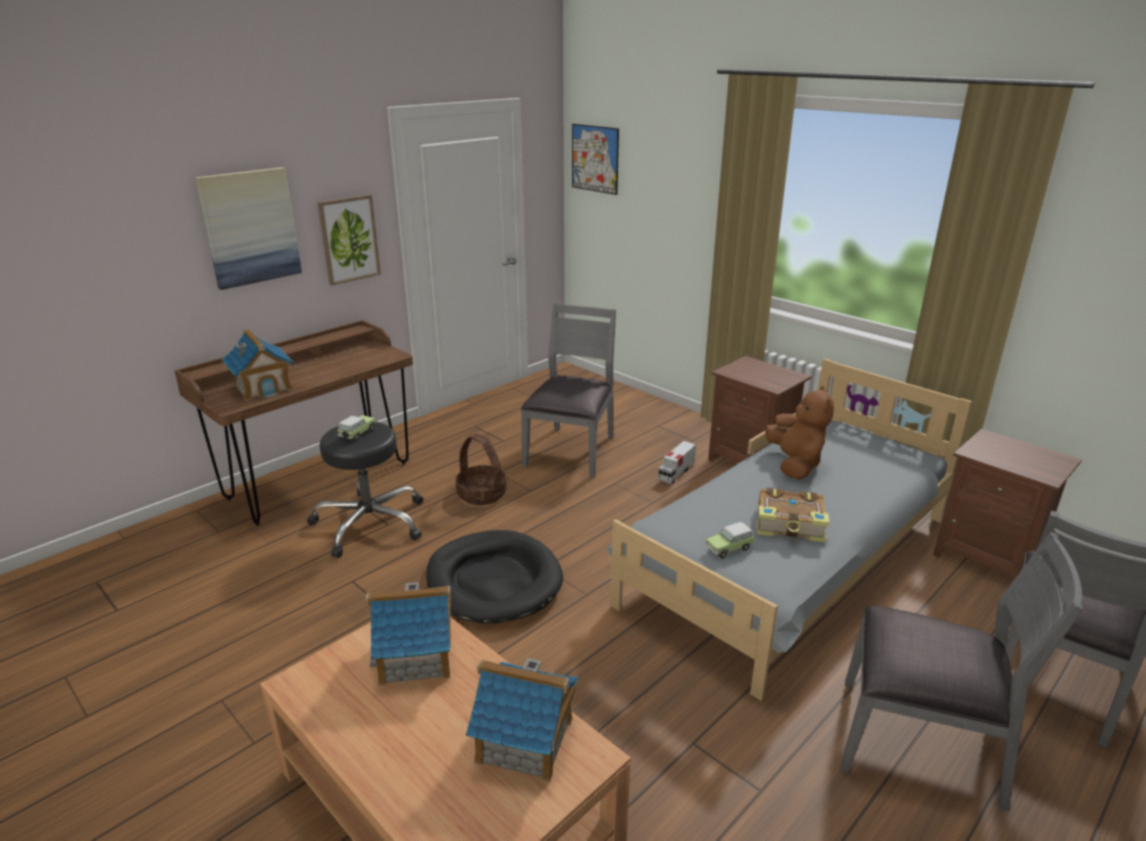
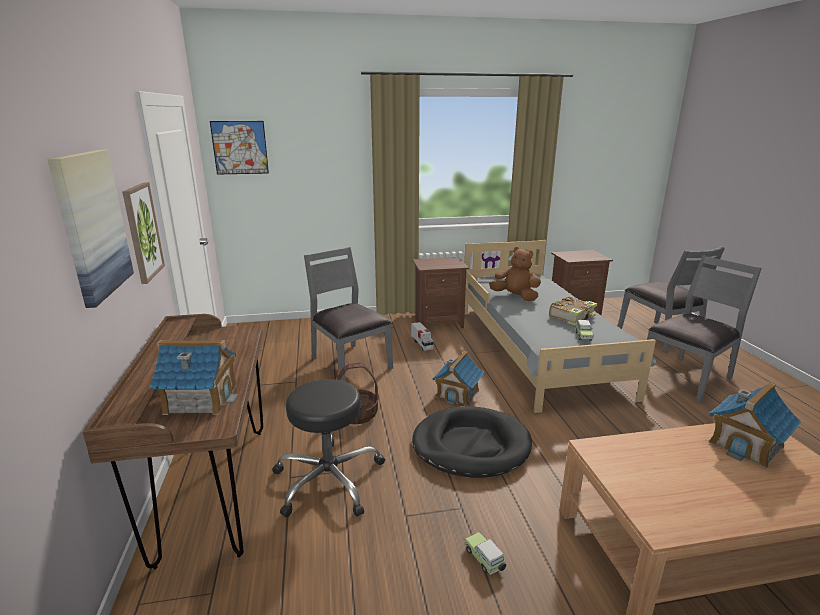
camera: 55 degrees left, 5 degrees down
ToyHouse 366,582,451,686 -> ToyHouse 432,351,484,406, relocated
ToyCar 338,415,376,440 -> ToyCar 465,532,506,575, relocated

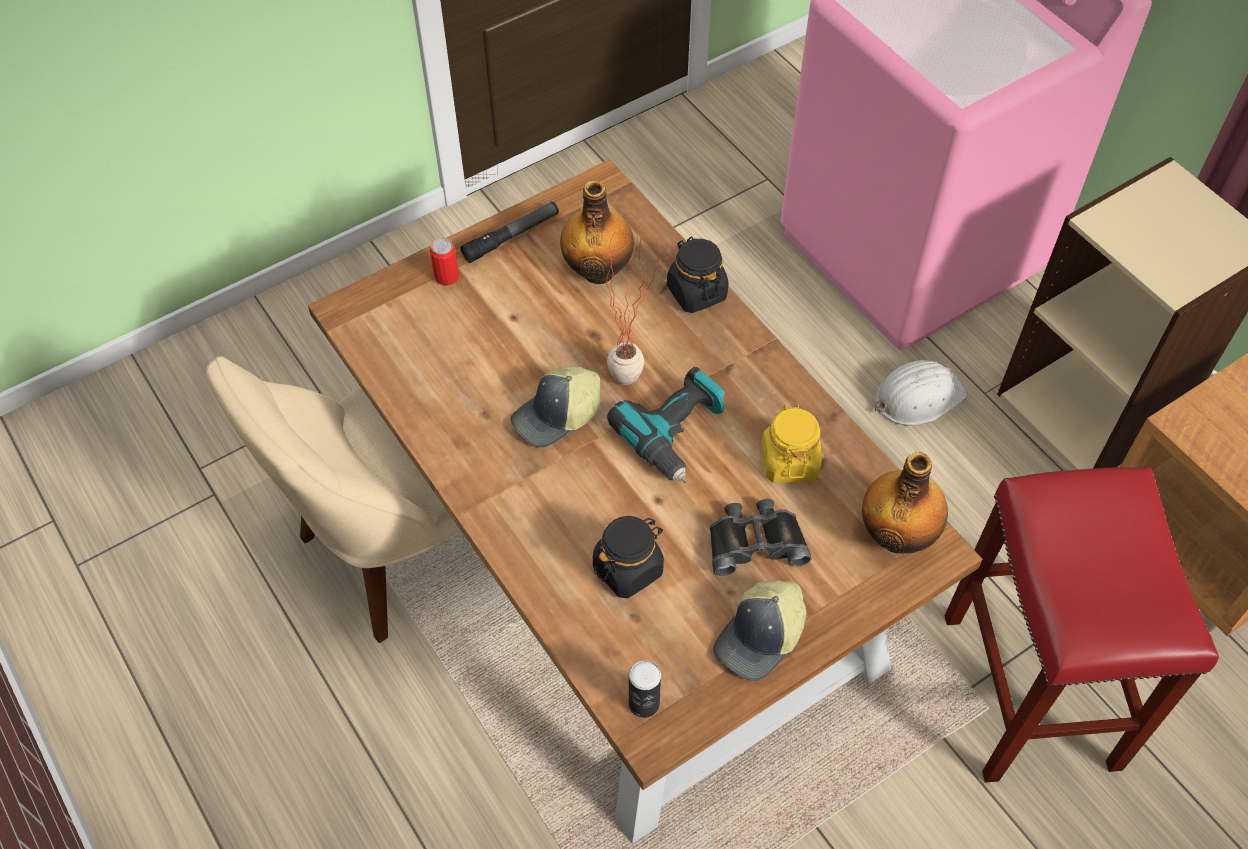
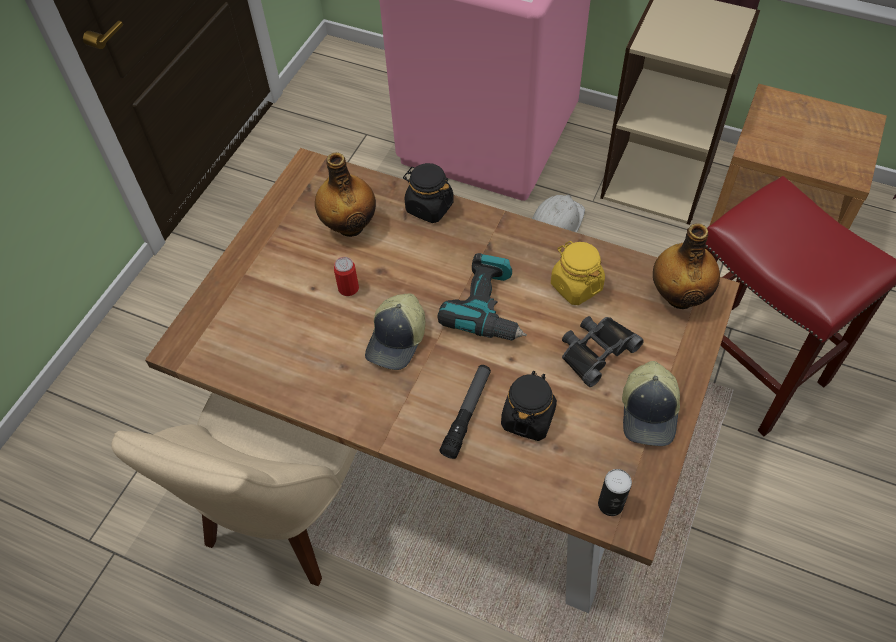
camera: 30 degrees left, 0 degrees up
Can 430,238,459,285 -> Can 334,257,359,296, relocated
Flashlight 461,202,559,263 -> Flashlight 439,365,491,459, relocated
PottedPlant 605,216,664,385 -> none

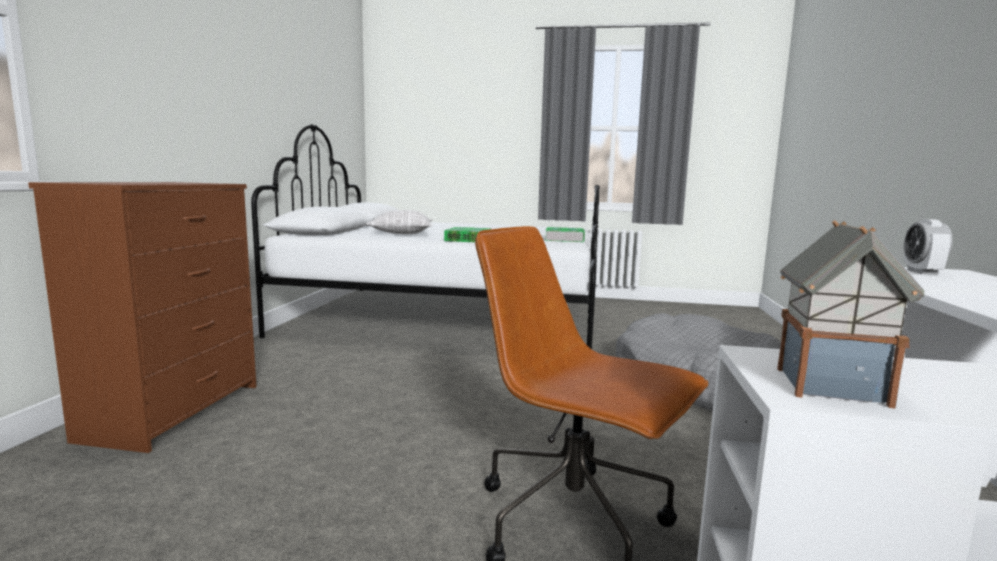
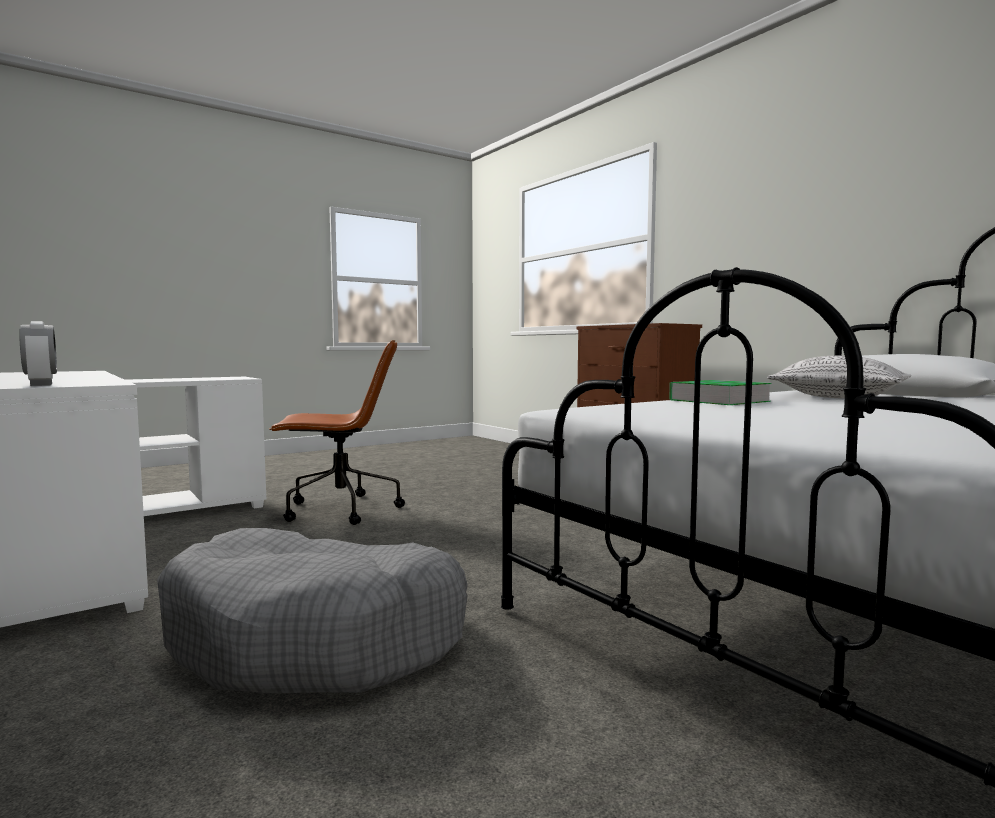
camera: 135 degrees right, 5 degrees down
Book 545,227,585,242 -> none
ToyHouse 777,220,924,409 -> none

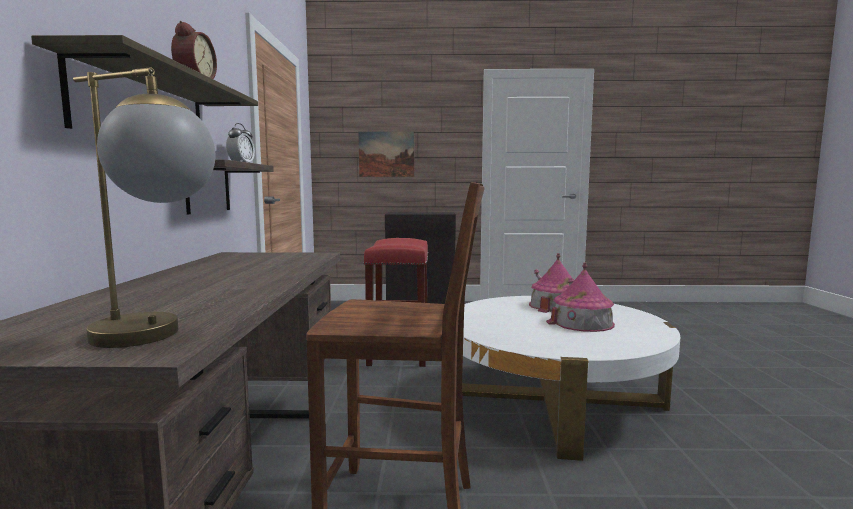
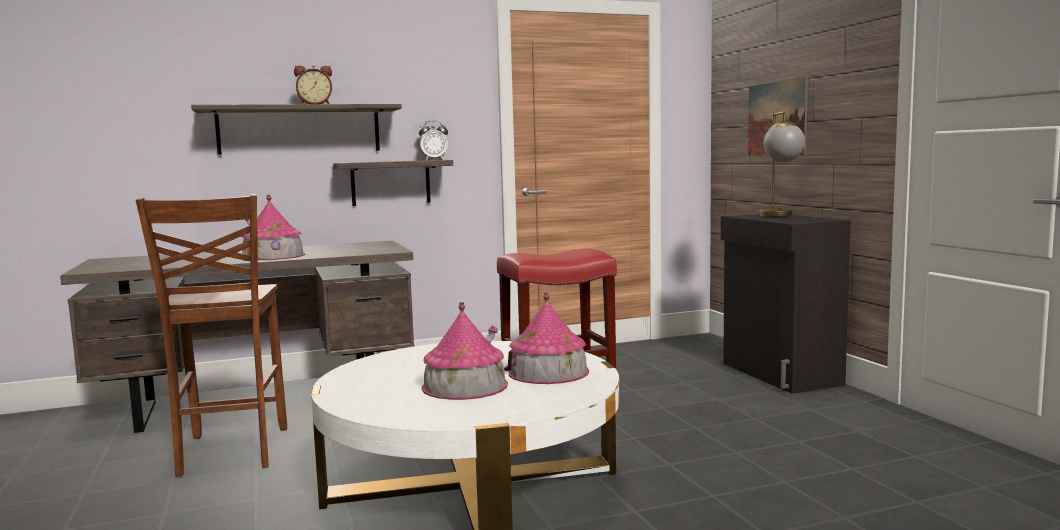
camera: 70 degrees right, 0 degrees up
none -> ToyHouse 241,195,305,261
TableLamp 73,67,215,348 -> TableLamp 760,111,805,217, relocated

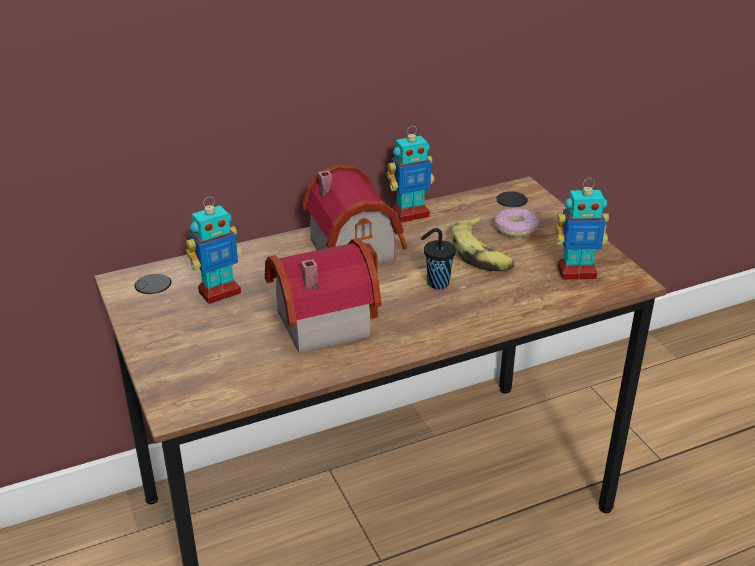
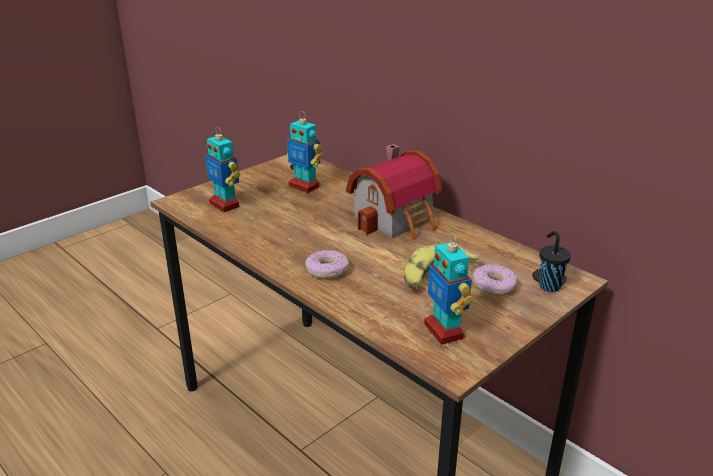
camera: 70 degrees right, 5 degrees down
ToyRobot 386,126,434,223 -> ToyRobot 205,126,240,212, relocated
none -> Donut 305,250,349,279
BlackCup 421,228,456,289 -> BlackCup 539,231,571,292, relocated
ToyHouse 265,238,381,354 -> none

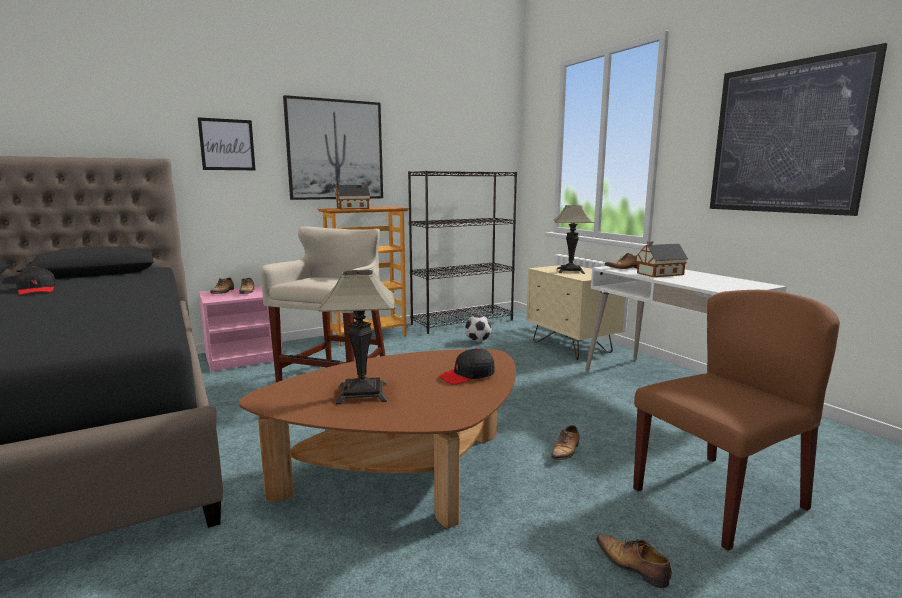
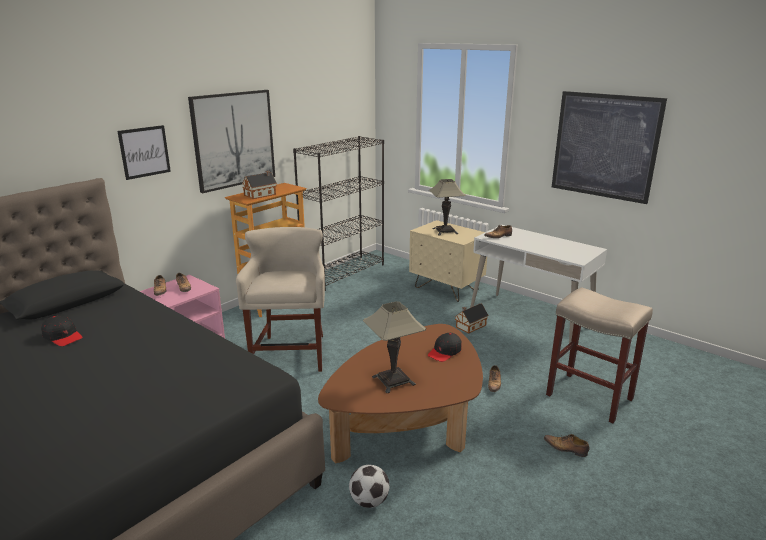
camera: 20 degrees left, 10 degrees up
Football 465,315,492,342 -> Football 349,465,390,508, relocated
ToyHouse 636,241,688,277 -> ToyHouse 455,303,489,333, relocated
BrownChair 633,290,840,551 -> BeigeStool 546,287,653,423

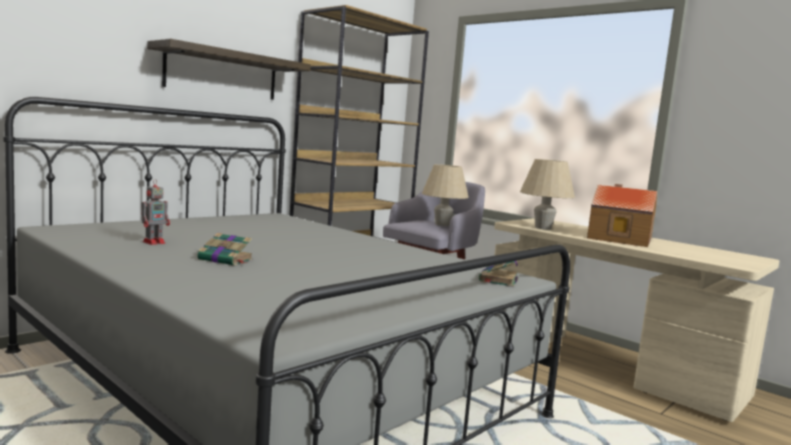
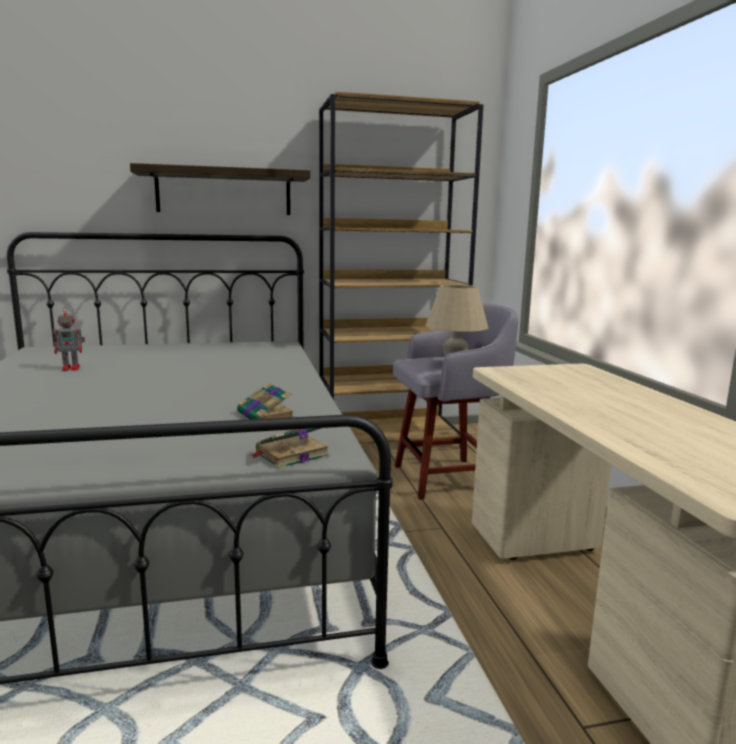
camera: 35 degrees right, 5 degrees up
Book 197,233,253,266 -> Book 237,383,294,419, relocated
BeigeTableLamp 520,159,575,230 -> none
ToyHouse 587,184,657,247 -> none

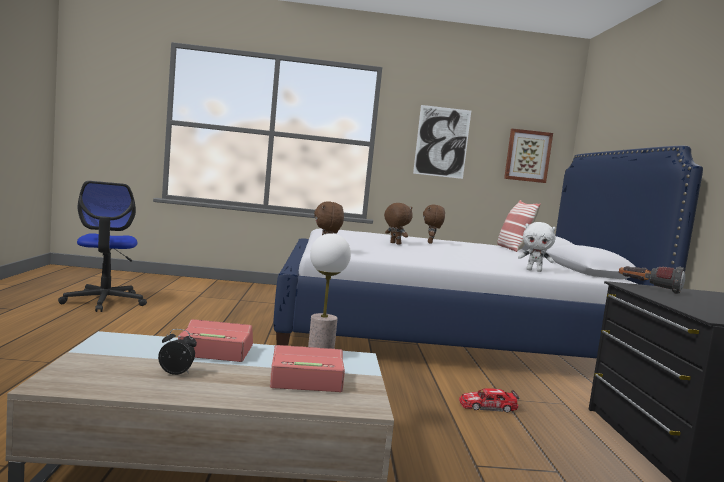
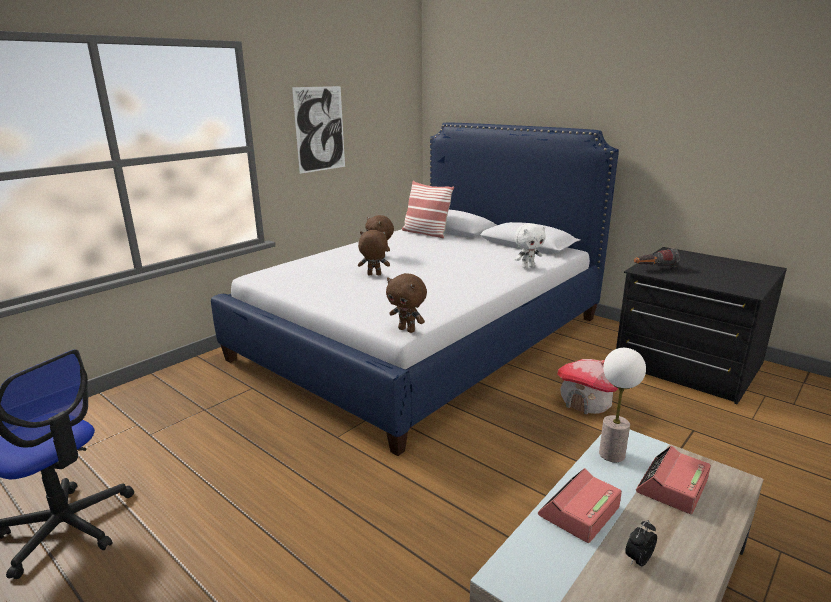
camera: 45 degrees left, 15 degrees up
ToyCar 459,388,519,413 -> ToyHouse 557,359,618,415
Picture 504,128,553,183 -> none

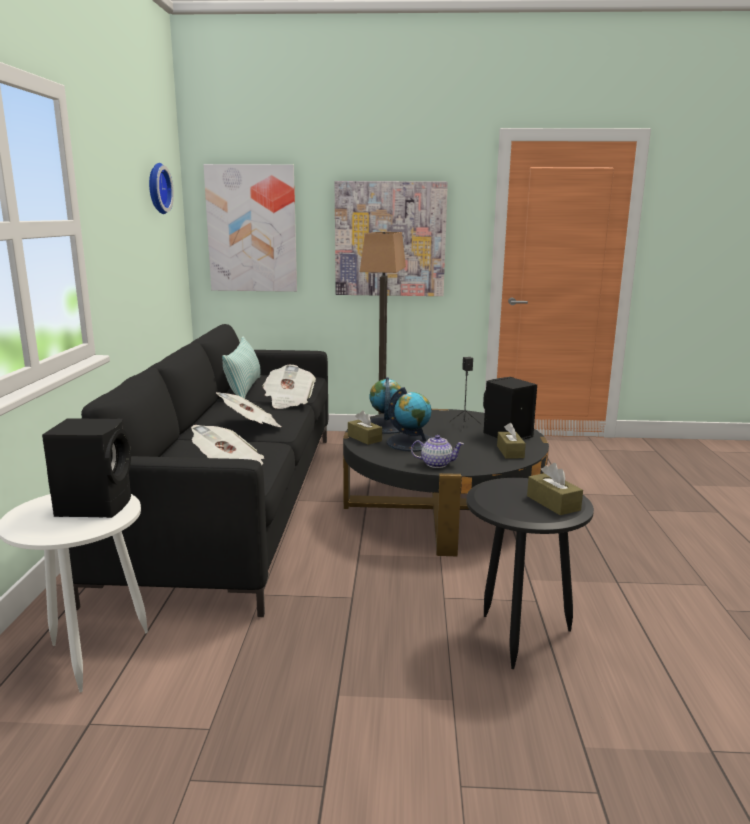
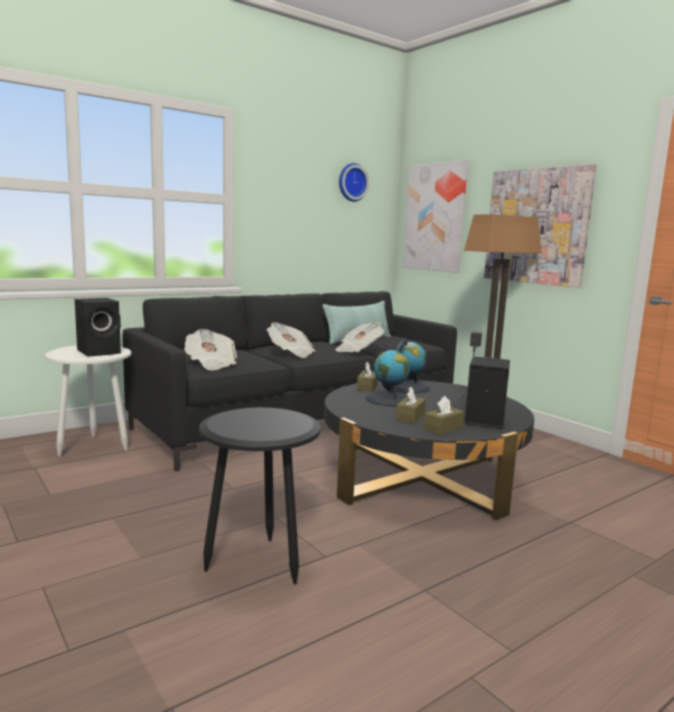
camera: 50 degrees right, 5 degrees down
BrownTissueBox 527,463,583,515 -> BrownTissueBox 396,387,426,423, relocated
Teapot 411,435,464,468 -> none

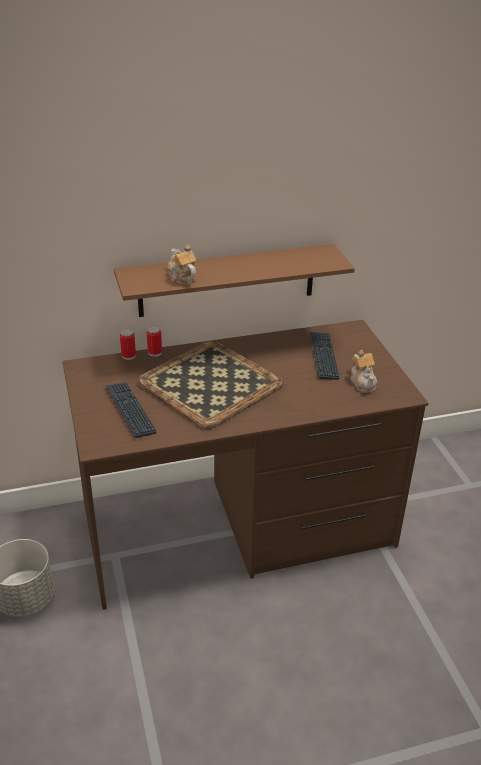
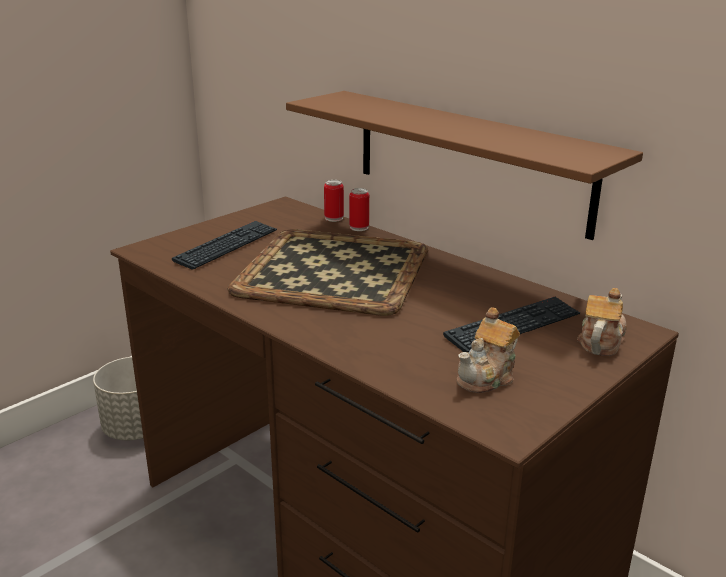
camera: 60 degrees right, 10 degrees down
Teapot 168,245,197,285 -> Teapot 577,288,627,356, relocated

